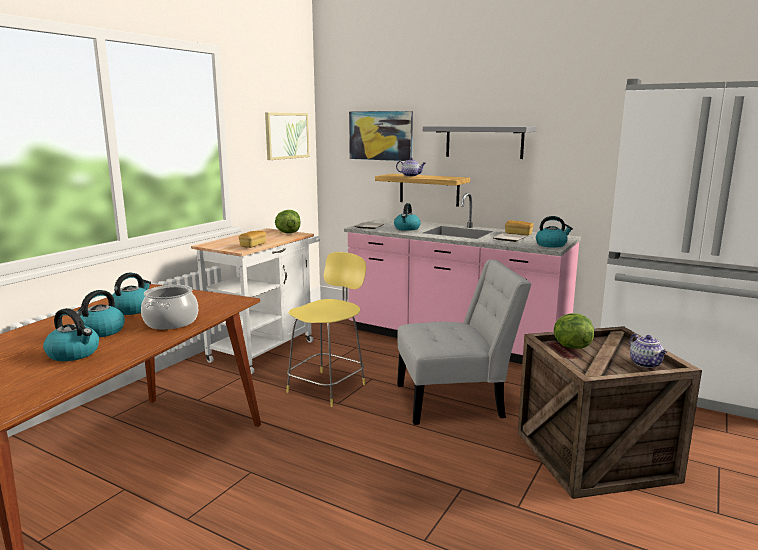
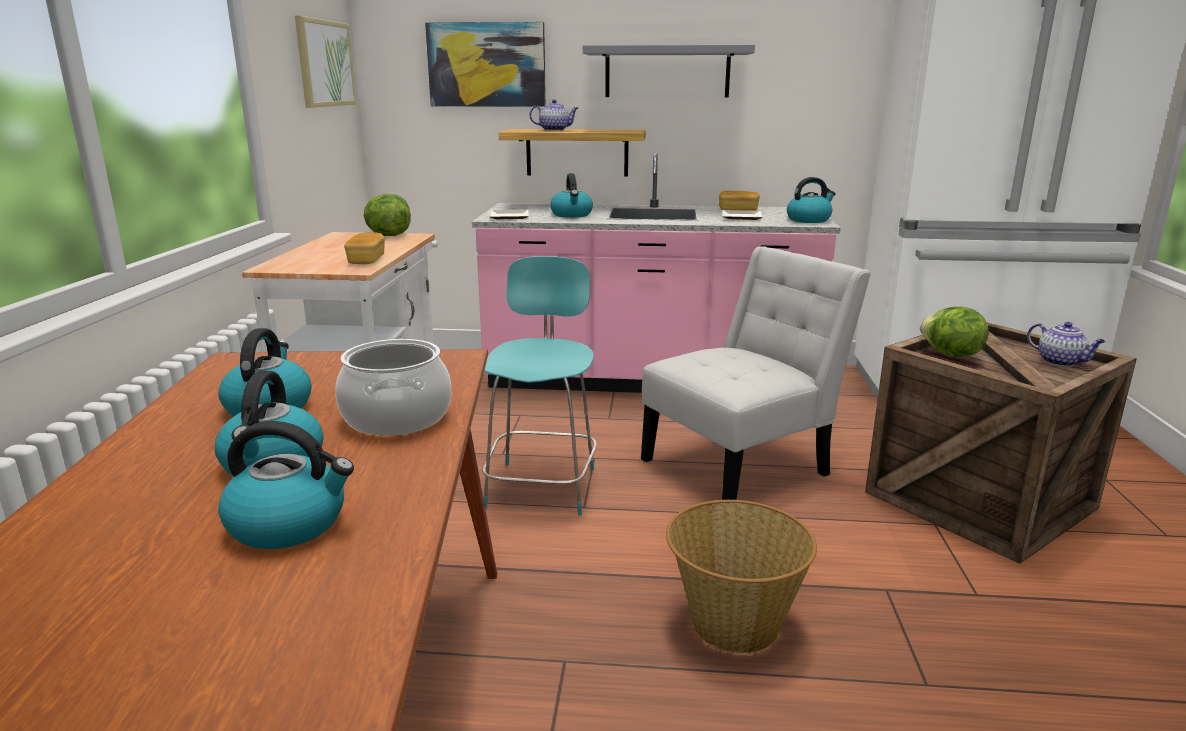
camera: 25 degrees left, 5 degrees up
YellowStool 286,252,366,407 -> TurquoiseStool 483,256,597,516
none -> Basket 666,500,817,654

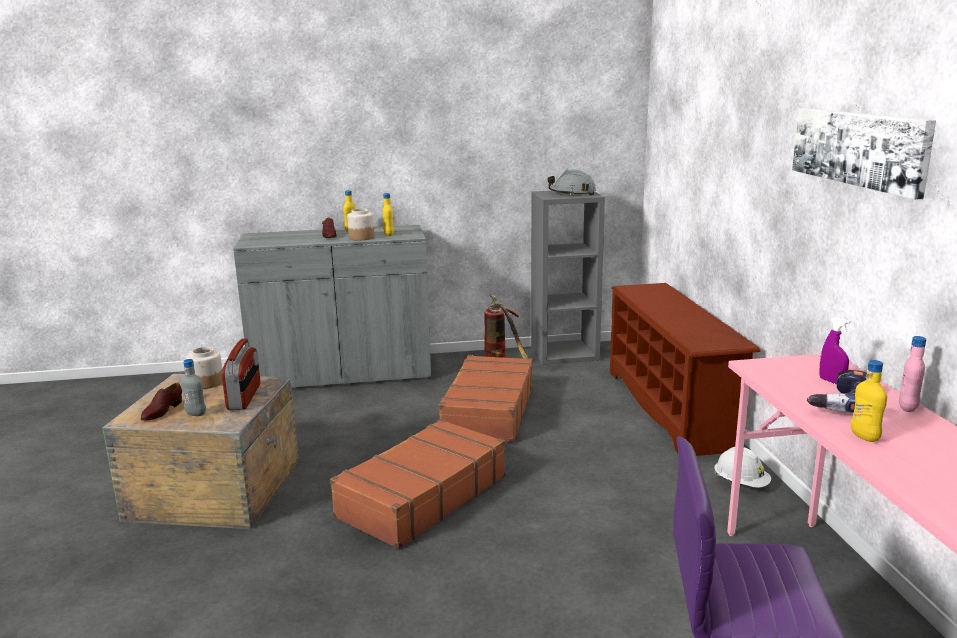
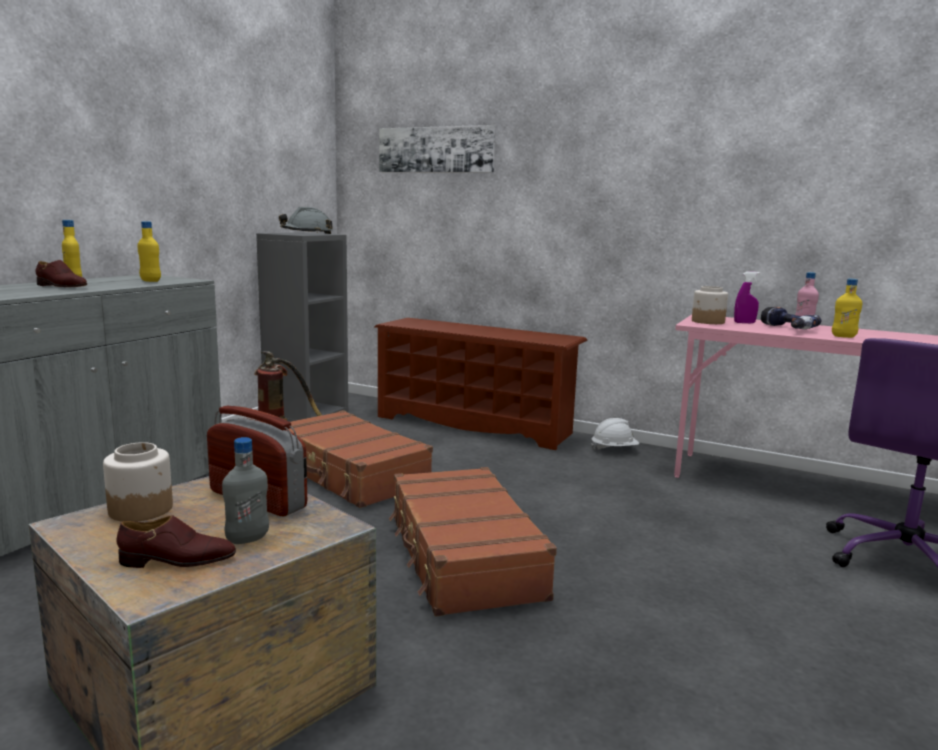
camera: 55 degrees left, 5 degrees down
BrownShoe 141,383,182,421 -> BrownShoe 117,515,236,568, 60 degrees counterclockwise
Picture 792,108,936,200 -> Picture 379,125,495,173, relocated
Jar 347,209,375,240 -> Jar 692,286,728,324, relocated

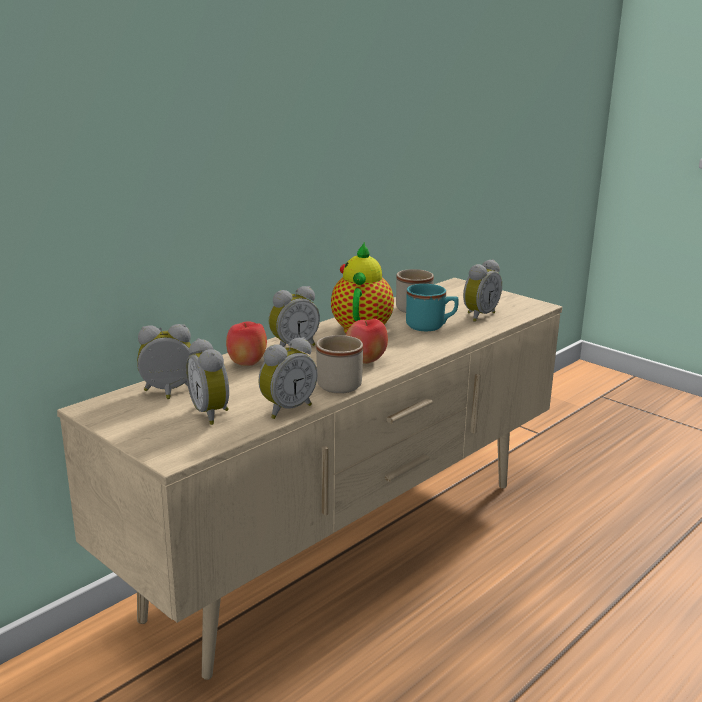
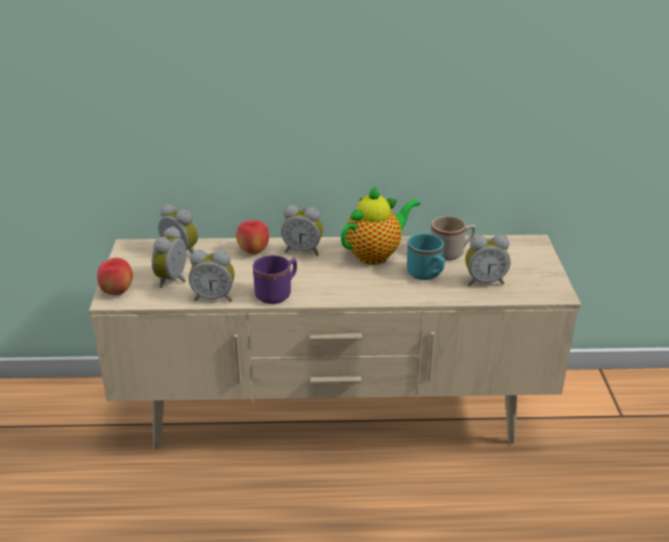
camera: 45 degrees right, 10 degrees up
Apple 346,319,388,364 -> Apple 97,258,133,295, relocated
BeigeMug 316,335,363,394 -> PurpleMug 253,255,297,304

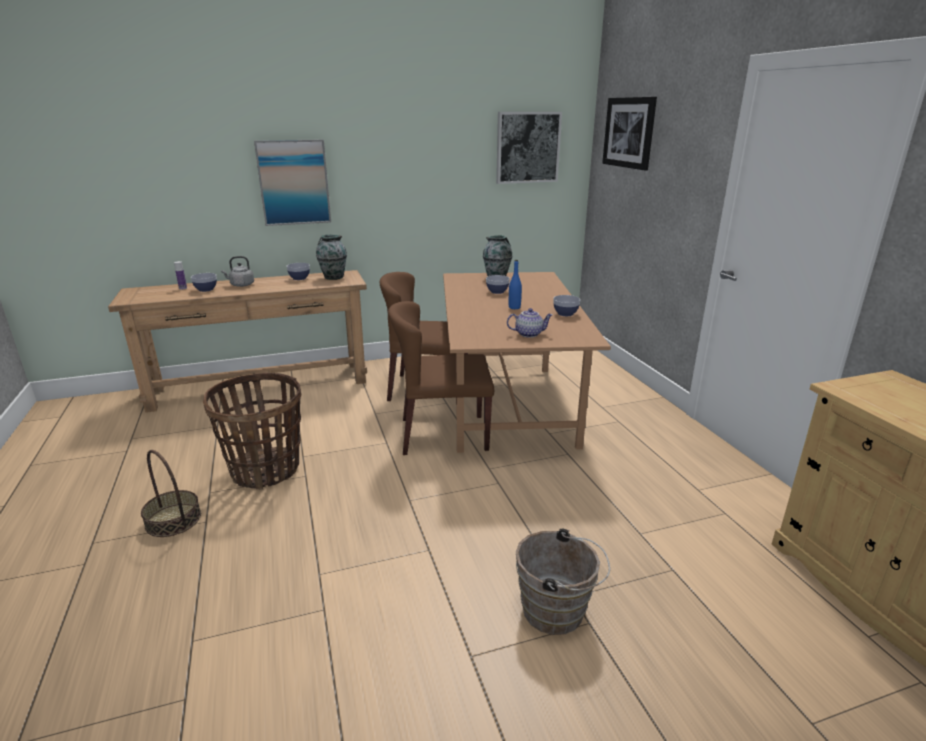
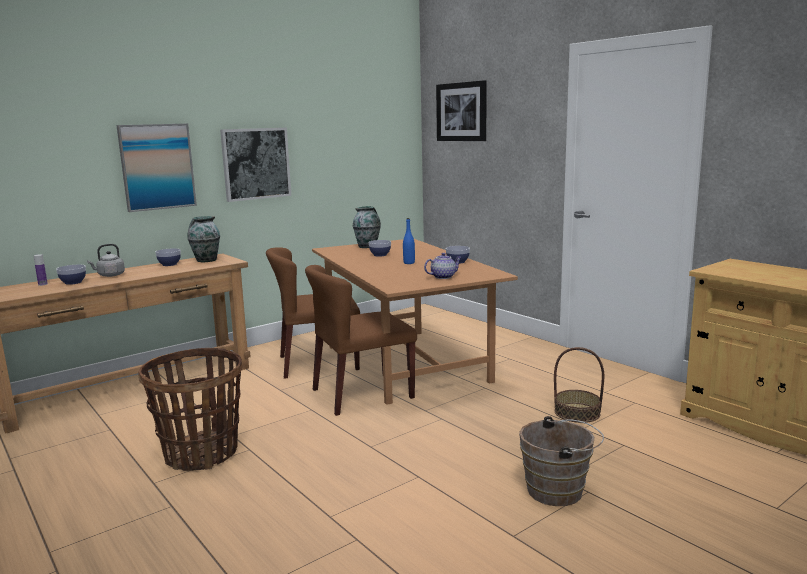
camera: 20 degrees left, 10 degrees down
Picture 496,112,562,184 -> Picture 220,128,291,202, relocated
Basket 141,450,201,537 -> Basket 554,347,604,423, relocated

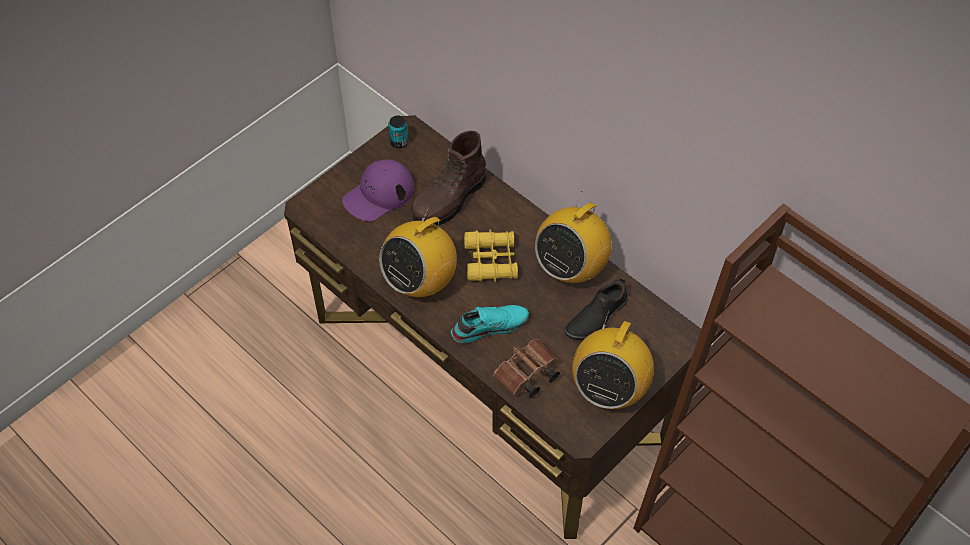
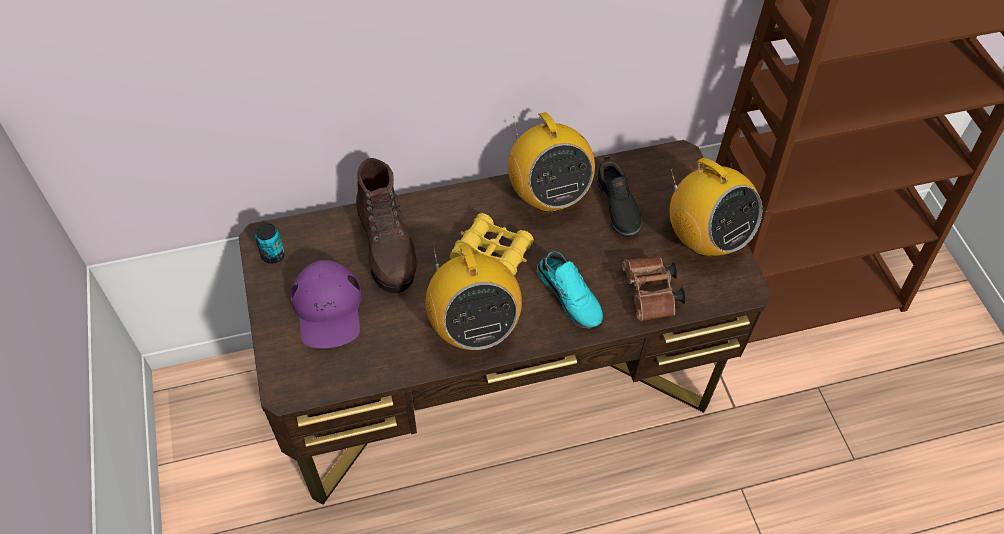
camera: 60 degrees left, 0 degrees up
TurquoiseShoe 451,305,529,344 -> TurquoiseShoe 537,252,603,329, 135 degrees clockwise

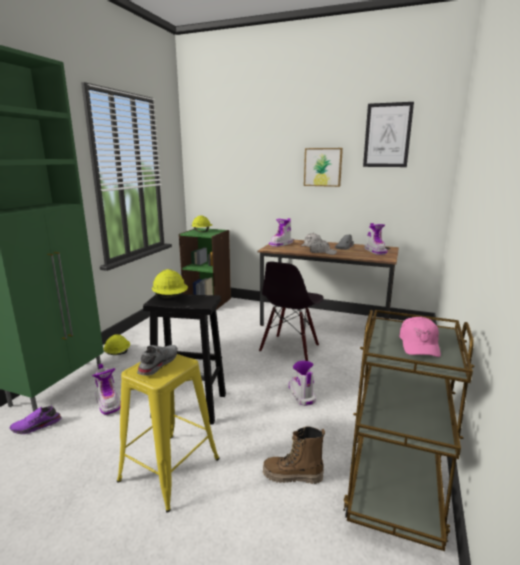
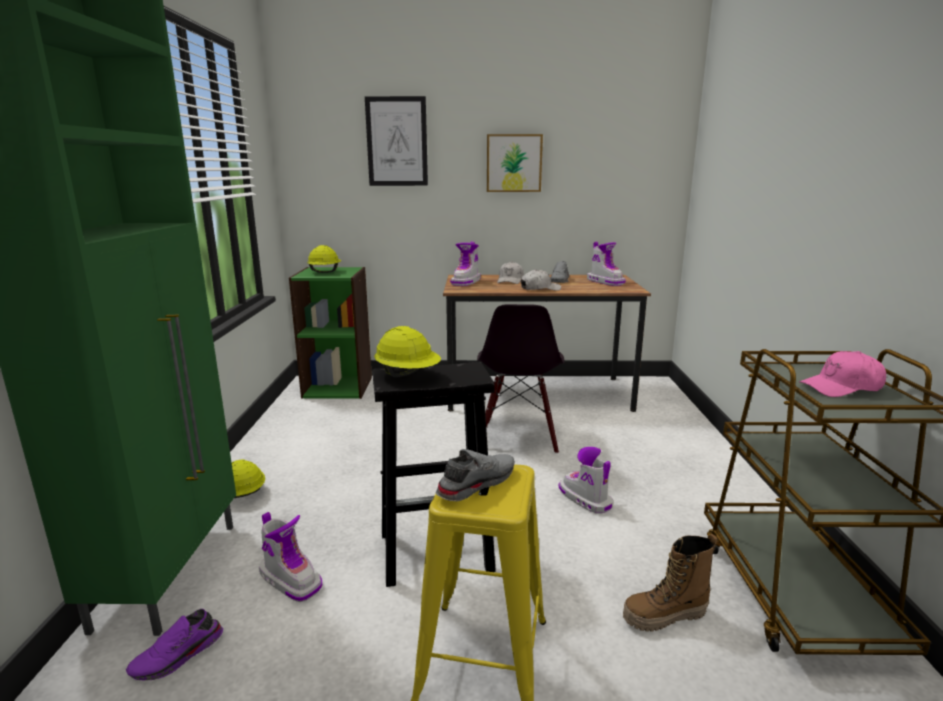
camera: 20 degrees left, 0 degrees up
Picture 363,102,414,167 -> Picture 365,96,428,186, relocated
GreyShoe 137,345,178,376 -> GreyShoe 436,449,515,501, 45 degrees clockwise
PinkCap 399,317,441,357 -> PinkCap 799,351,886,397, 90 degrees clockwise

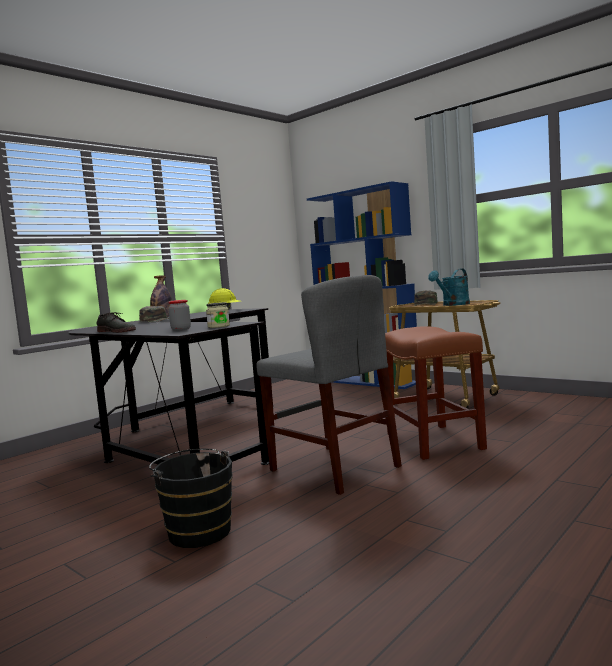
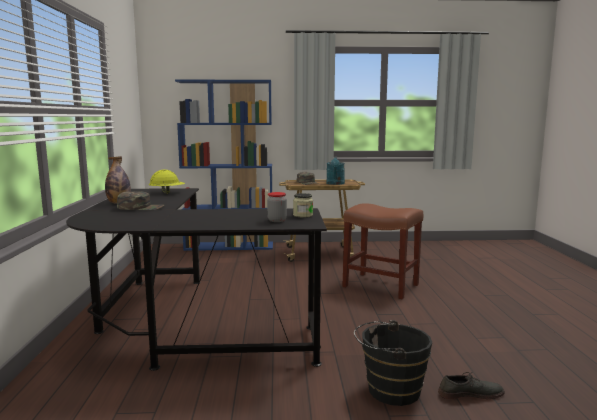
camera: 45 degrees left, 5 degrees up
GreyShoe 97,312,136,333 -> GreyShoe 438,372,504,399, relocated
GreyChair 256,275,402,495 -> none

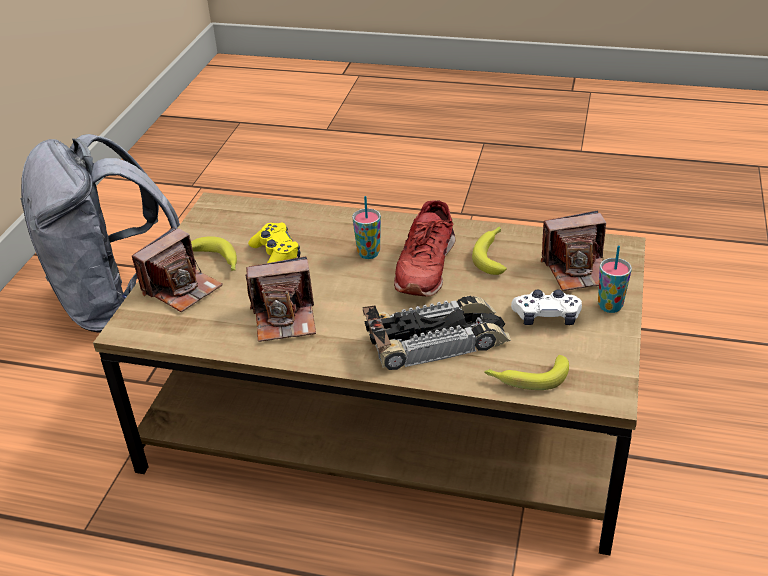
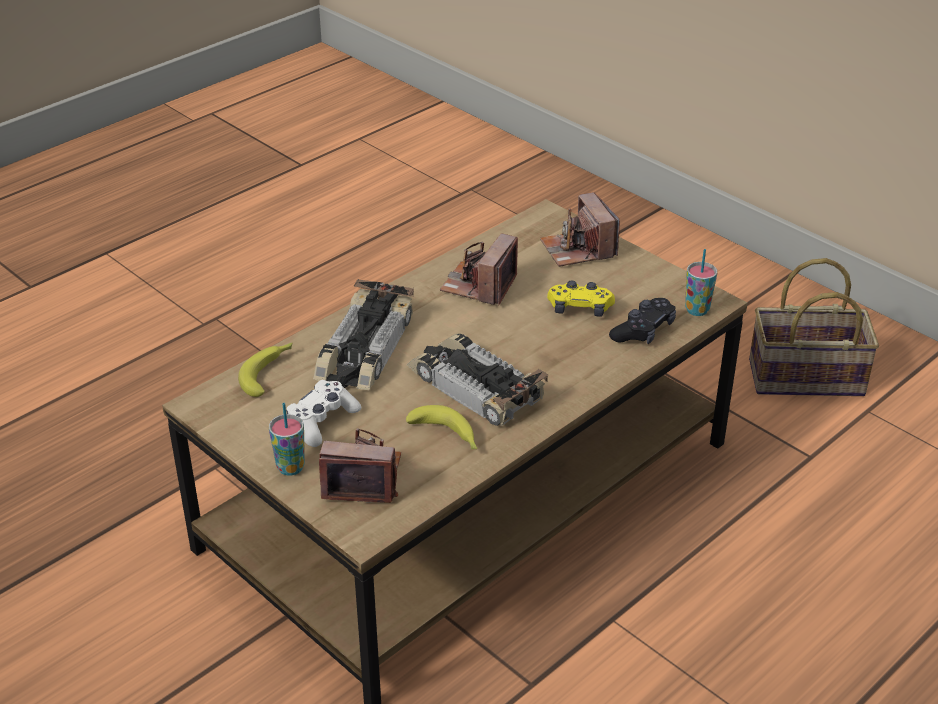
camera: 120 degrees right, 0 degrees up
PhotoCamera 541,211,606,291 -> PhotoCamera 319,428,401,503, 75 degrees clockwise
RedShoe 394,200,456,296 -> ToyCar 406,333,548,426
none -> BlackGameController 609,298,676,344
Cup 352,196,381,259 -> Cup 685,249,717,316, relocated
GreyBackpack 20,134,180,333 -> Basket 749,258,879,396
Banana 191,236,237,271 -> none

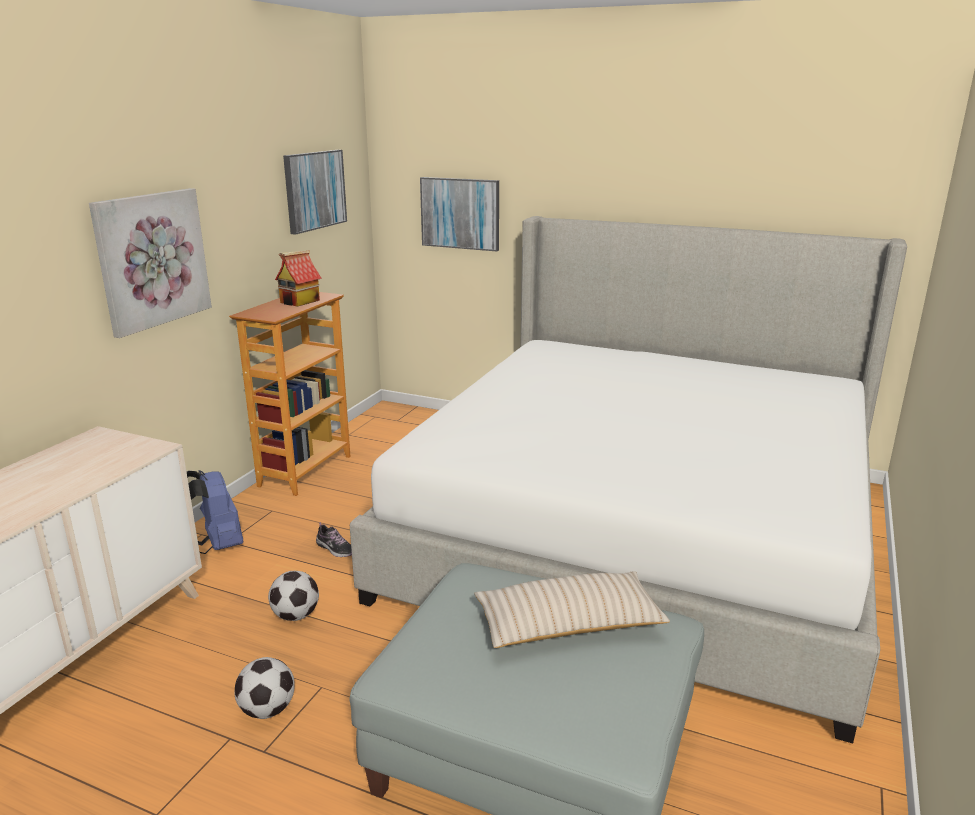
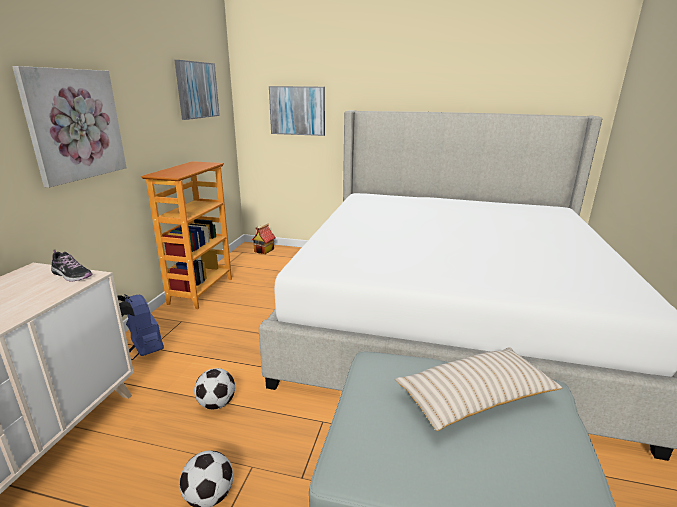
camera: 10 degrees left, 0 degrees up
Shoe 316,522,352,557 -> Shoe 51,250,93,281, relocated
ToyHouse 275,250,322,307 -> ToyHouse 252,224,275,254, relocated

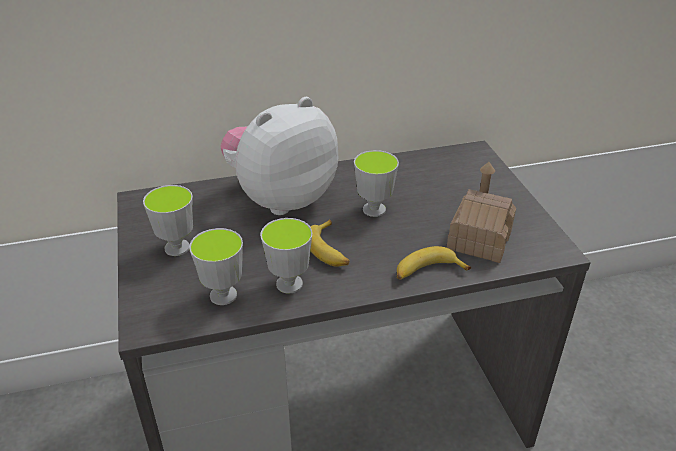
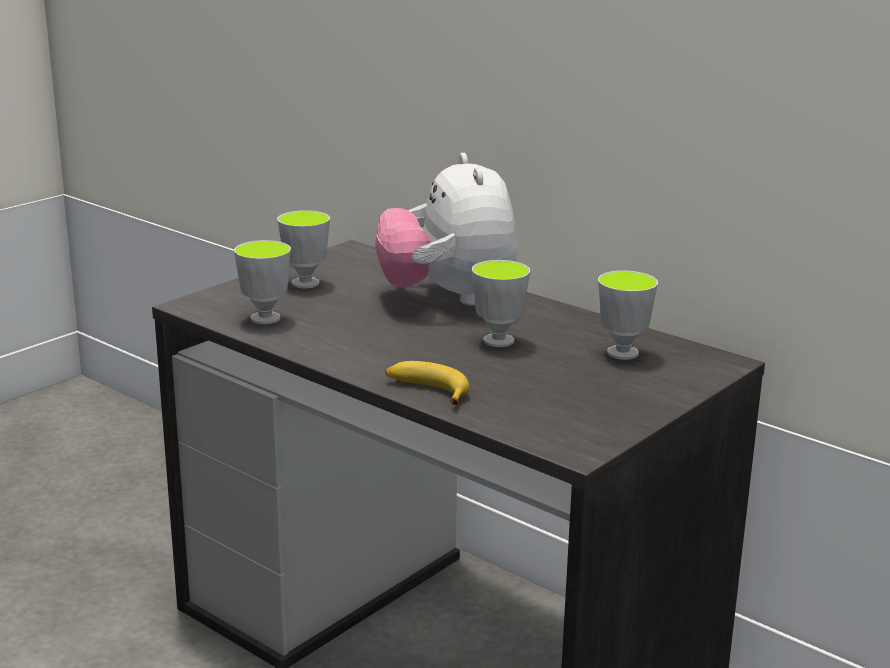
camera: 55 degrees right, 15 degrees down
PlushToy 220,97,338,215 -> PlushToy 375,153,517,306, 120 degrees counterclockwise
Cup 260,218,313,293 -> Cup 598,271,658,360, relocated
Banana 310,220,350,267 -> none
ToyHouse 447,162,516,263 -> none

